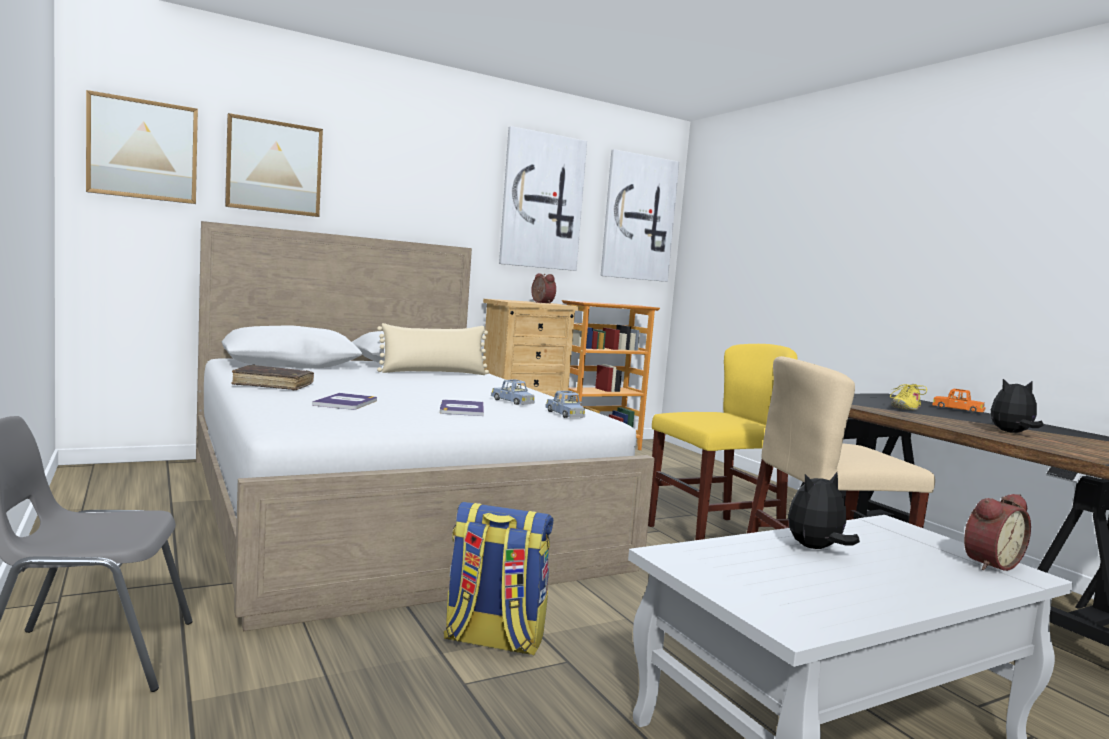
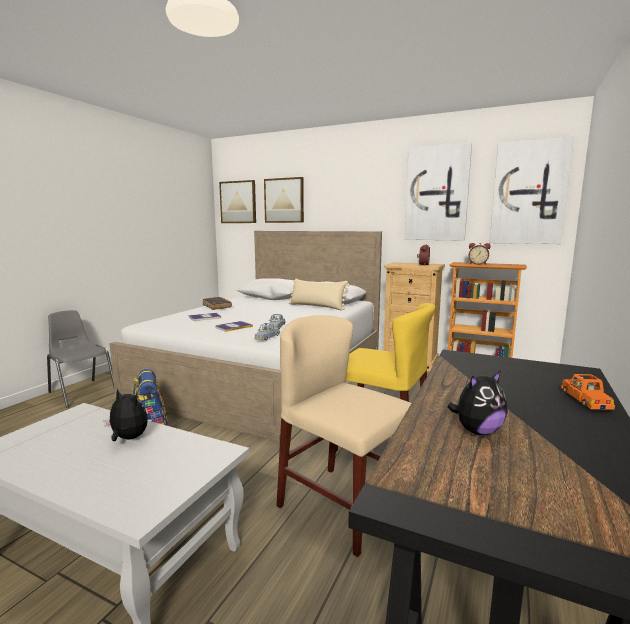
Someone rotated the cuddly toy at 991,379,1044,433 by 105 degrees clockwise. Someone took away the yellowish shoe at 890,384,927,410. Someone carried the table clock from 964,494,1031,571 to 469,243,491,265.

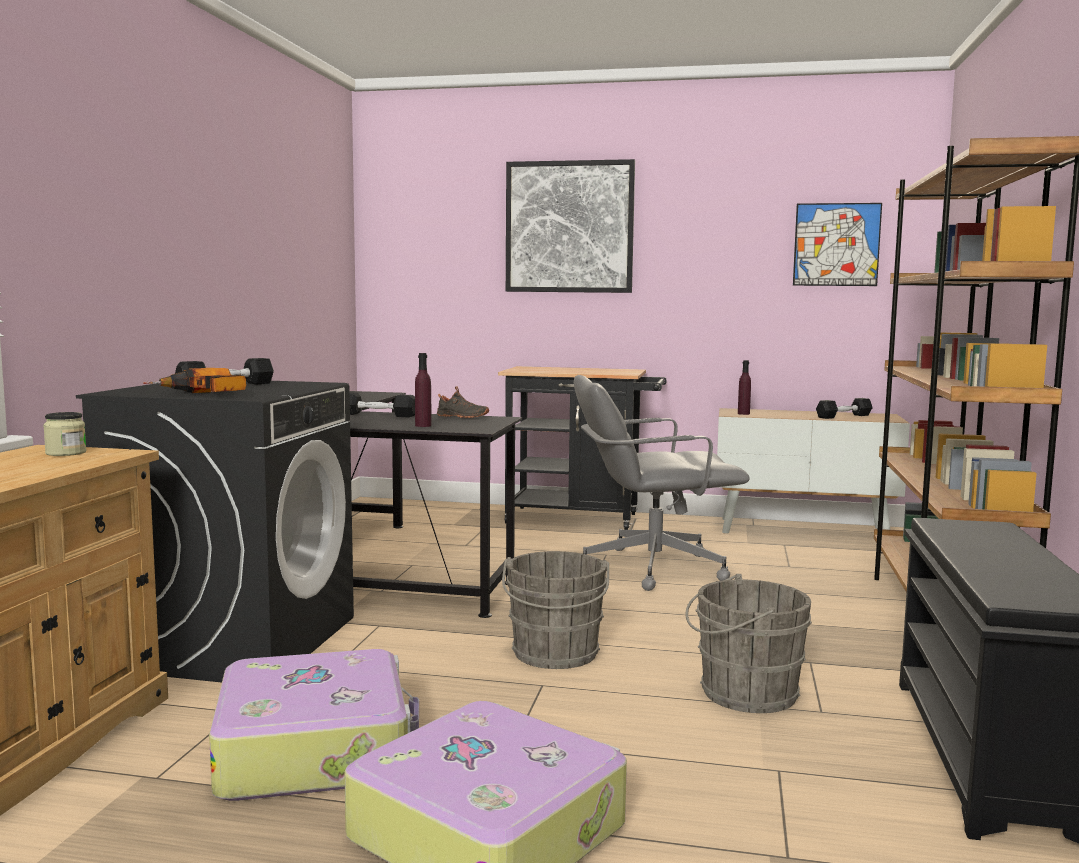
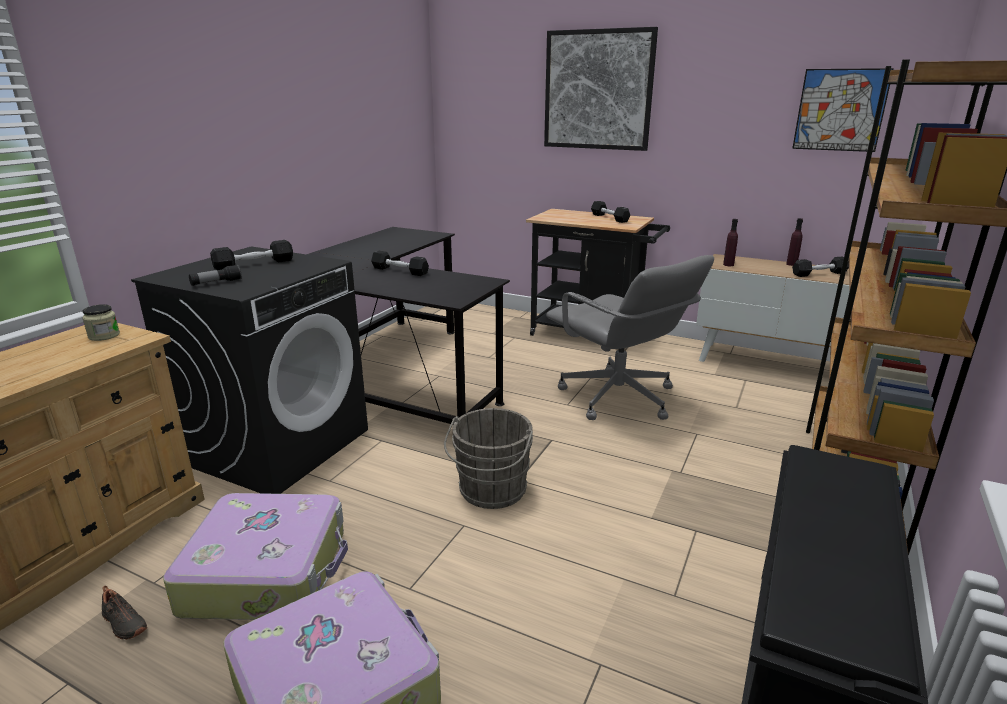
Someone carried the purplish bottle from 415,353,431,427 to 786,218,803,266. Someone swapped the drill at 144,368,246,393 for the flashlight at 189,265,242,286. Someone rotated the gray computer chair at 574,375,750,591 by 135 degrees counterclockwise. Someone carried the black shoe from 437,386,489,418 to 102,586,147,640. Someone took away the gray pail at 685,574,812,713. Someone put down the black dumbbell at 591,201,630,223.

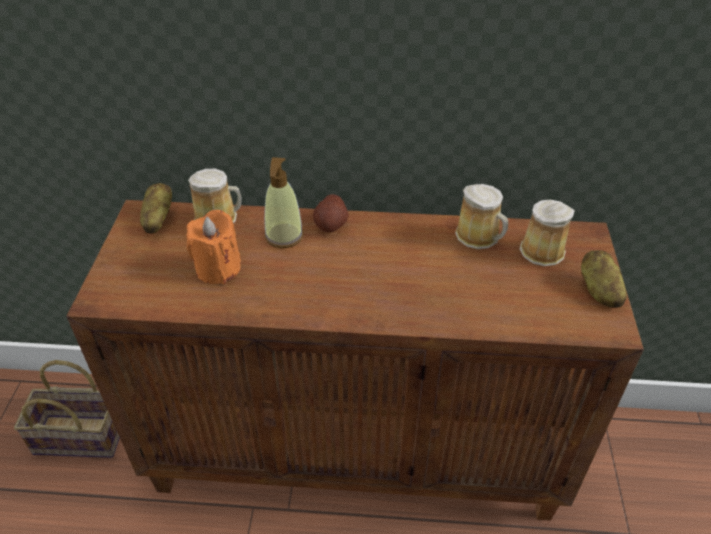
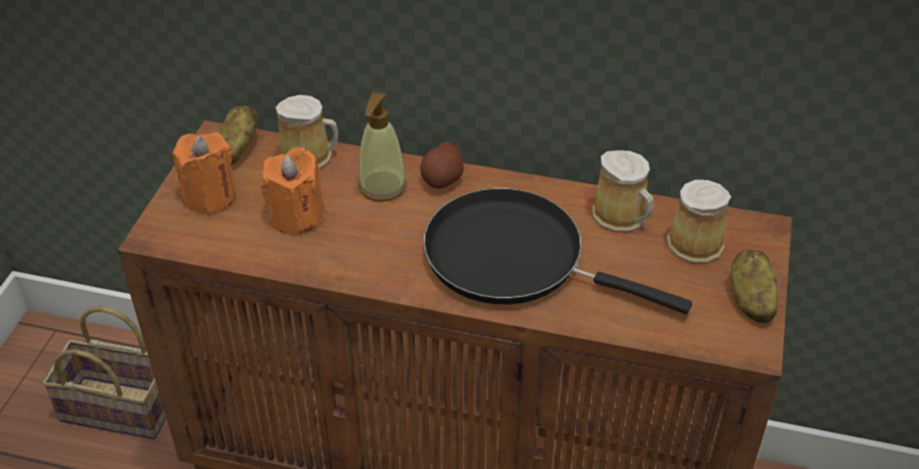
Someone put down the orange-coloured wax candle at 172,132,235,215. Someone put down the black skillet at 423,188,692,314.

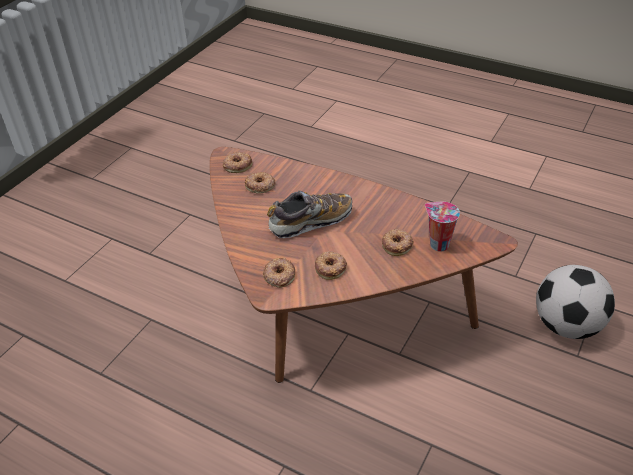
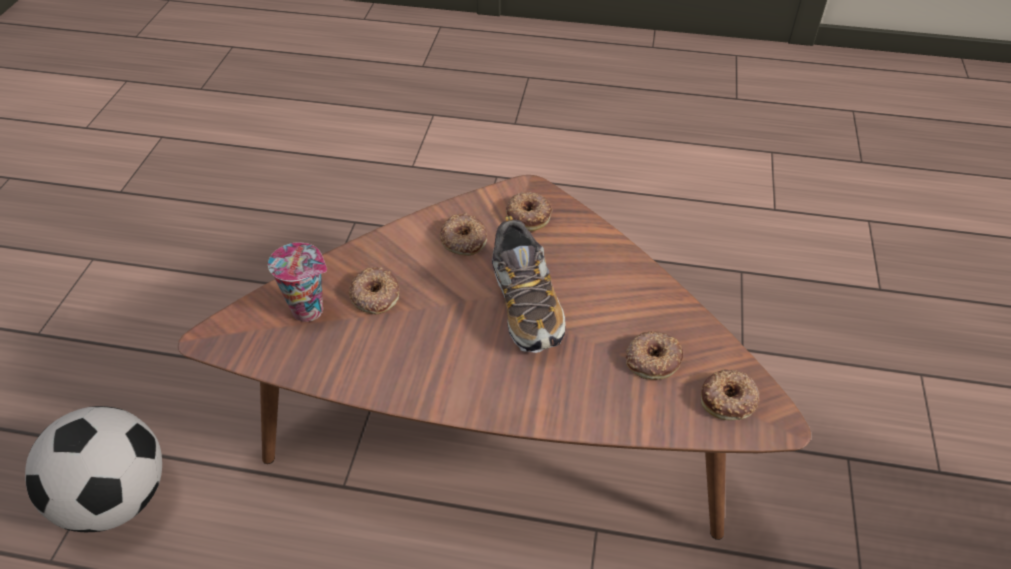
Someone rotated the shoe at 267,190,352,238 by 60 degrees counterclockwise.

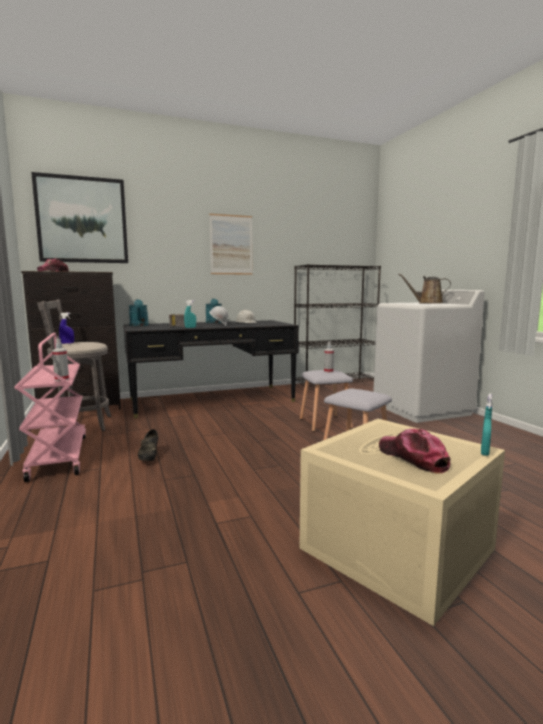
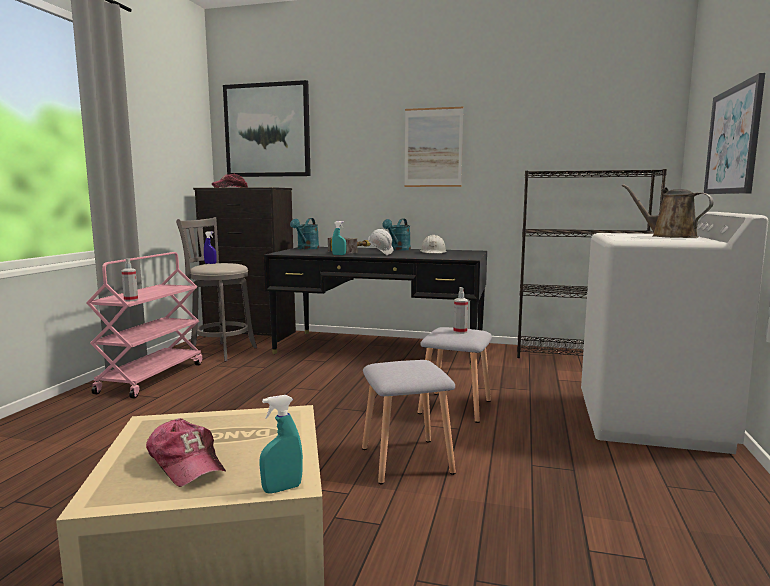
Someone took away the black shoe at 138,429,158,461. Someone rotated the peaked cap at 379,429,450,473 by 135 degrees clockwise. Someone put up the picture at 704,73,765,194.

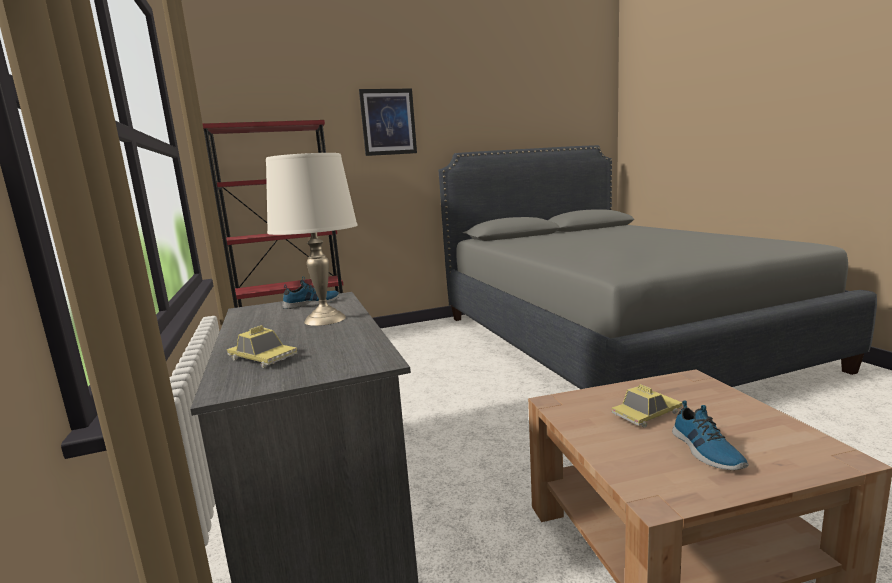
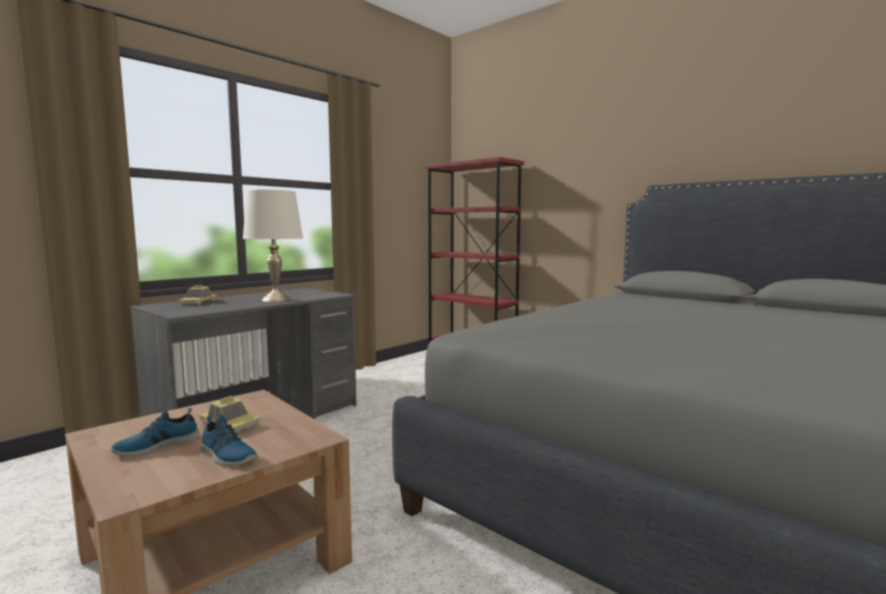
Someone took away the picture at 359,89,417,156. Someone carried the shoe from 282,277,339,309 to 200,414,258,466.

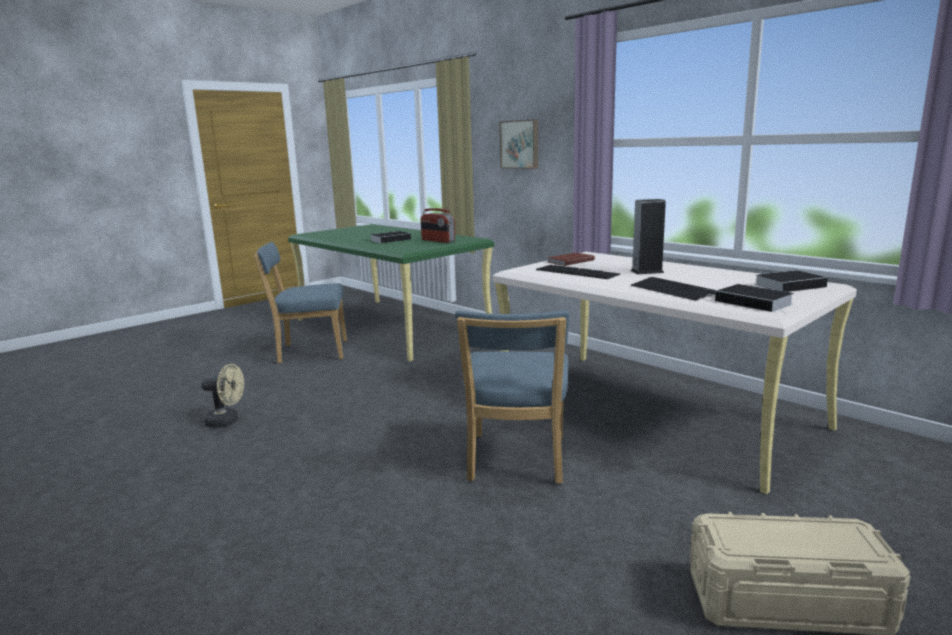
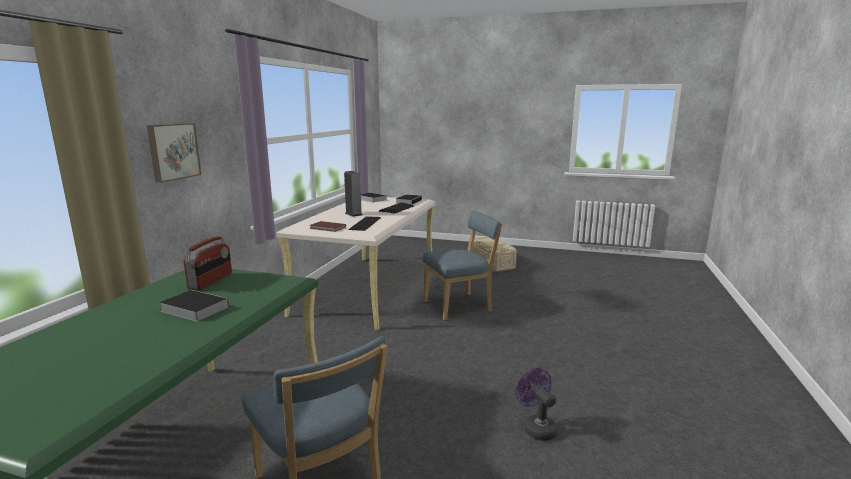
Someone repainted the beige-coloured electric fan at 201,364,244,427, which became the purplish electric fan at 515,367,558,441.

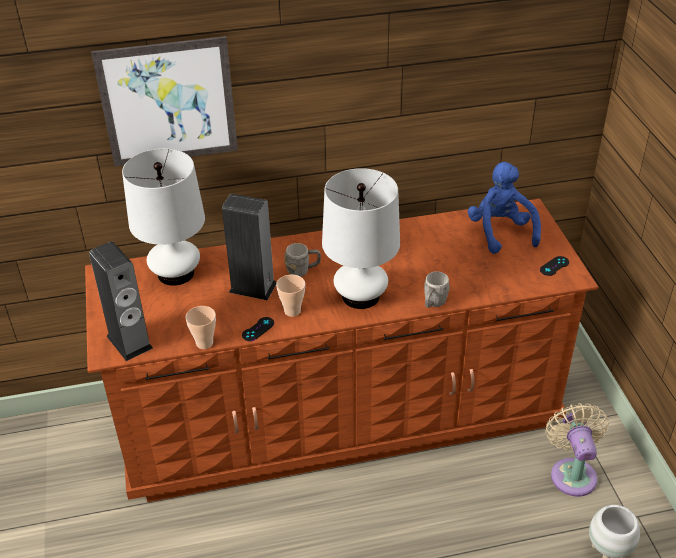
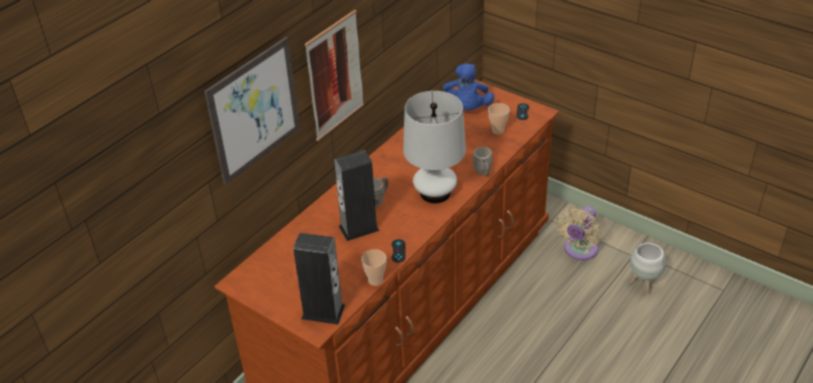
Someone took away the white table lamp at 122,149,205,286. Someone rotated the blue cuddly toy at 468,162,541,254 by 120 degrees counterclockwise. Someone carried the small cup from 276,275,305,317 to 488,103,510,135. Someone rotated the beige-coloured electric fan at 545,403,609,497 by 105 degrees counterclockwise. Someone put up the picture at 305,10,364,141.

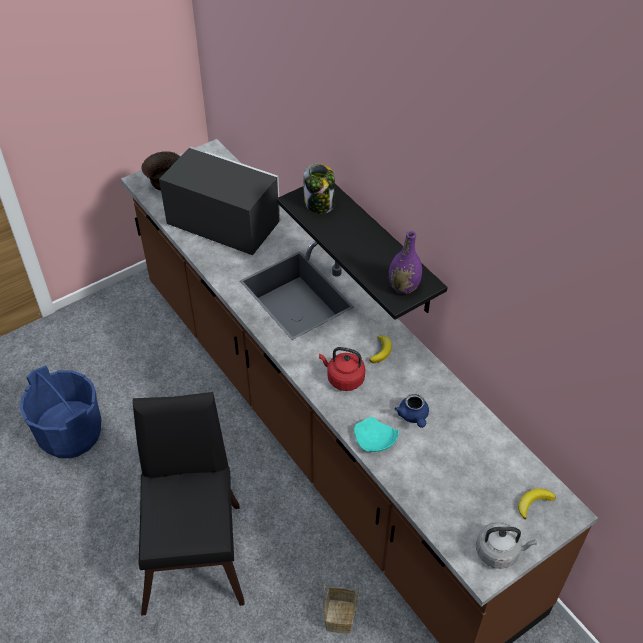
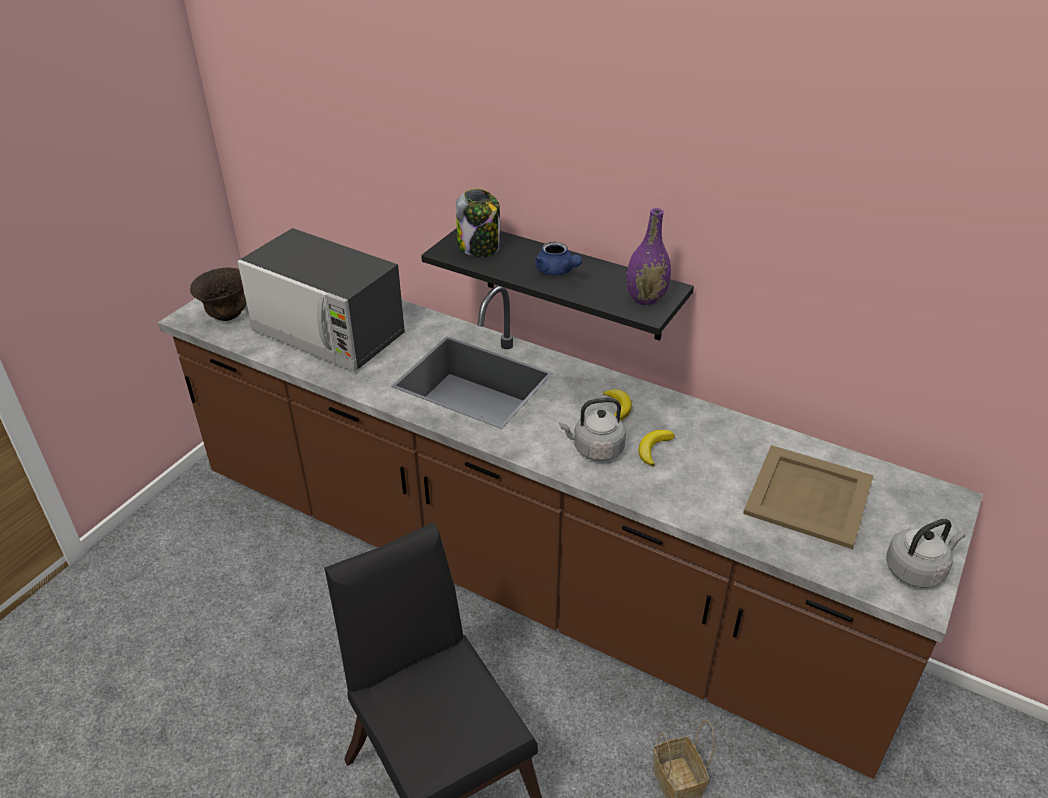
Someone rotated the microwave at 159,146,281,255 by 150 degrees counterclockwise. Someone repainted the red water kettle at 319,347,365,391, which became the gray water kettle at 559,398,626,461. Someone took away the blue pail at 20,365,102,458. Someone carried the blue tea pot from 394,394,429,428 to 535,242,582,275. Someone took away the turquoise-coloured dinner plate at 354,417,399,452. Someone carried the whole banana from 518,489,555,519 to 639,430,675,467. Someone put down the beige-coloured serving tray at 743,445,874,549.

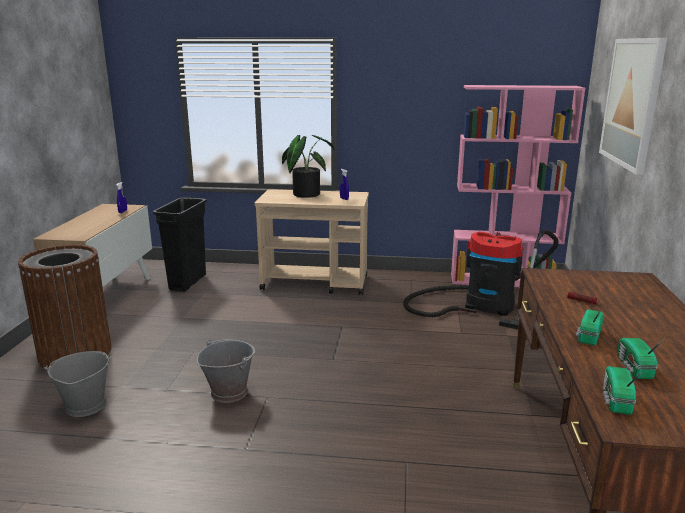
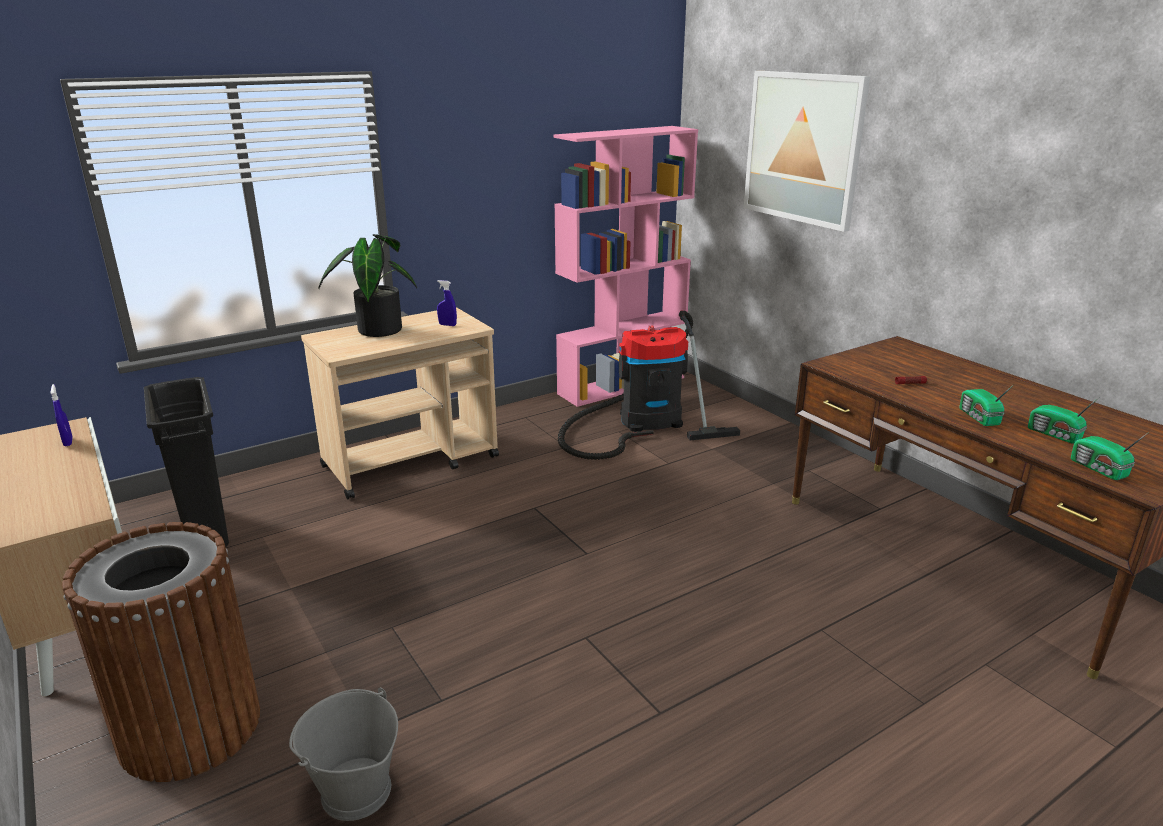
Someone took away the gray pail at 197,339,255,403.

